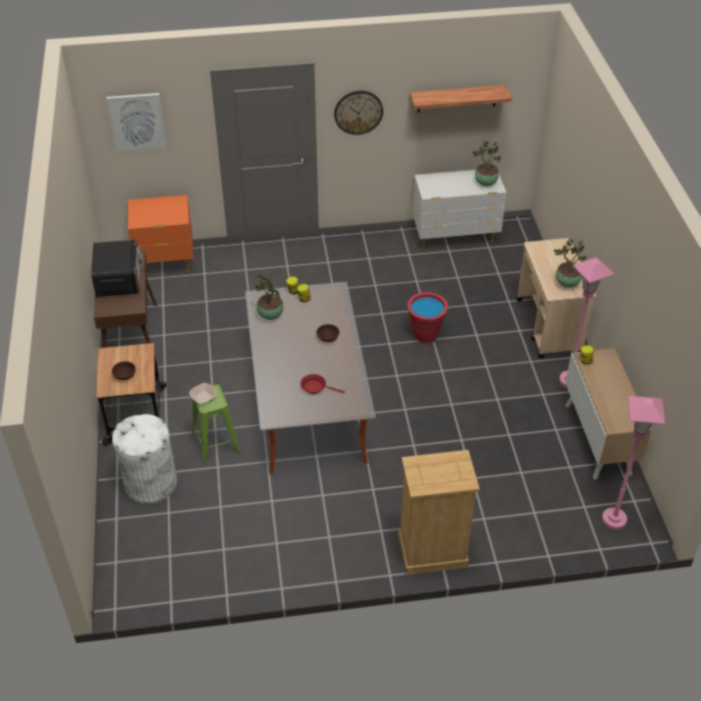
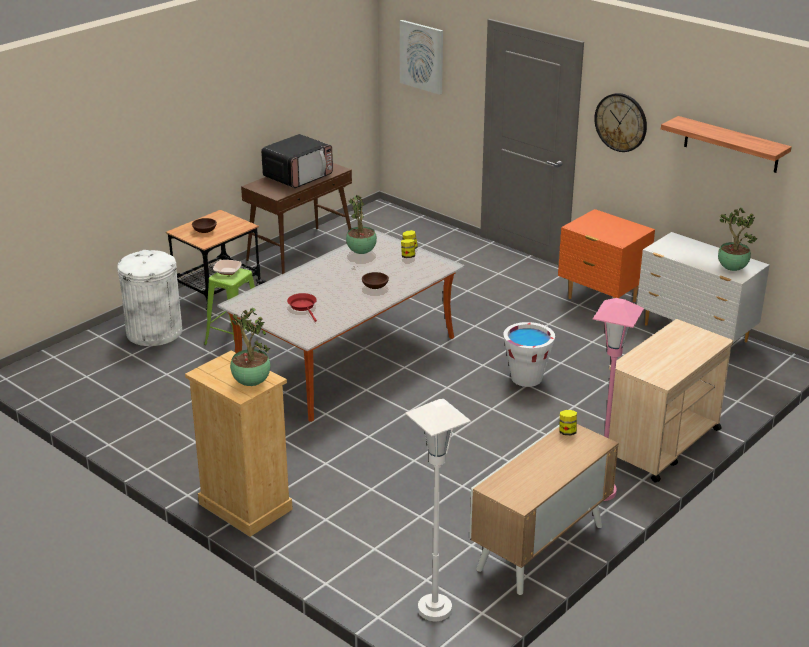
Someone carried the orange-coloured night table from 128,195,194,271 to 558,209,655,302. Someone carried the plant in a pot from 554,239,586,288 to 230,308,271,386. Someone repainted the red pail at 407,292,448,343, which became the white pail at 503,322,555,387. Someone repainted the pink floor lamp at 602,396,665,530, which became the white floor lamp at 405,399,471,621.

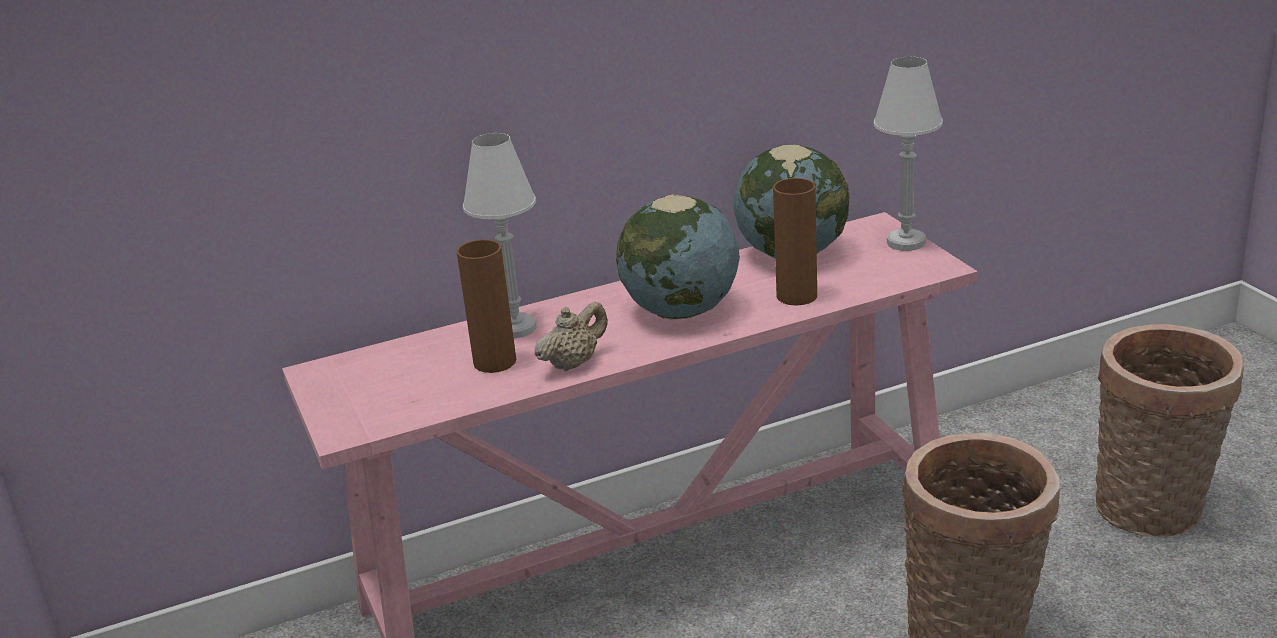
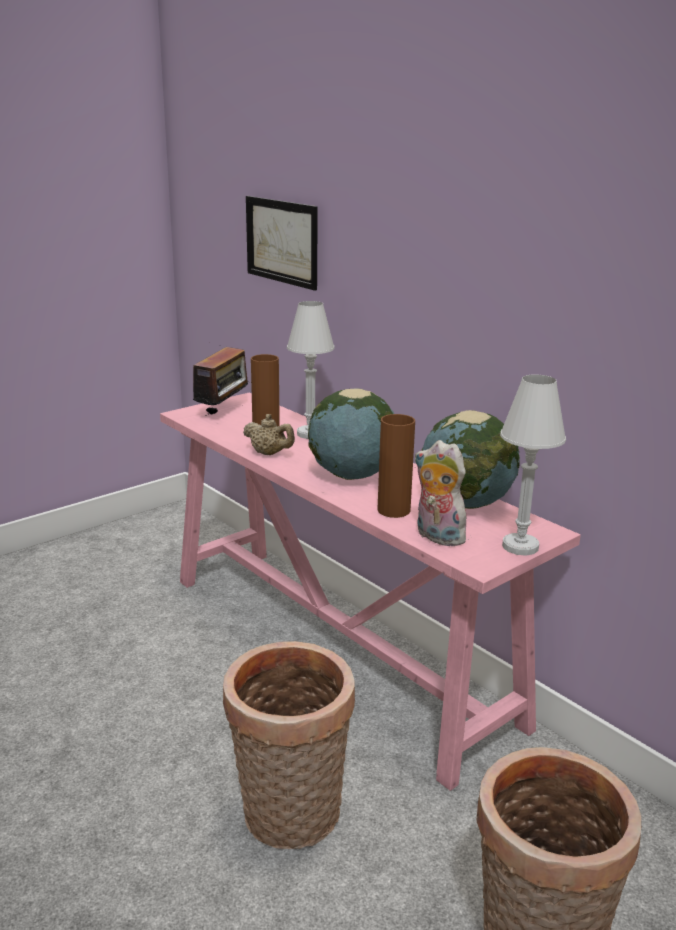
Someone put up the picture at 246,196,318,291. Someone put down the radio at 186,345,249,416. Someone put down the cuddly toy at 414,440,466,546.

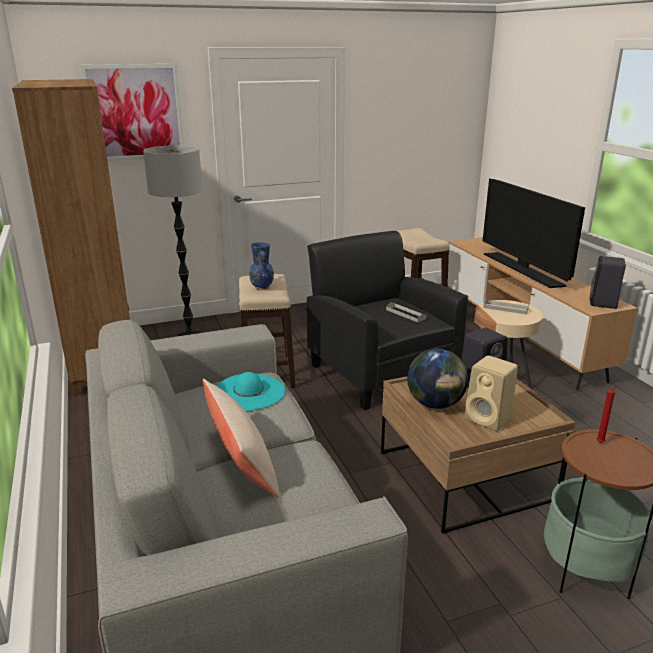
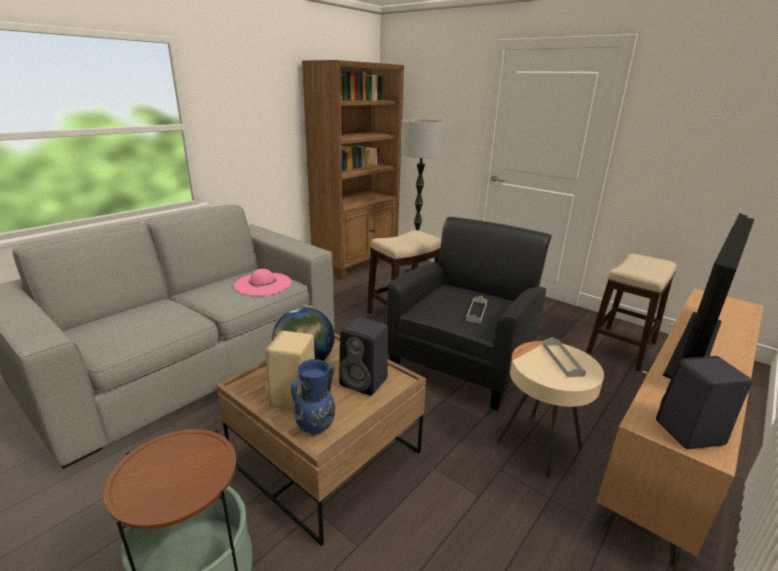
Someone took away the picture at 80,64,184,161. Someone carried the blue vase from 249,242,274,289 to 291,359,335,435. Someone repainted the turquoise-coloured hat at 216,372,285,411, which became the pink hat at 233,269,291,296. Someone took away the beige-coloured pillow at 203,379,281,498. Someone took away the red wax candle at 596,388,615,443.

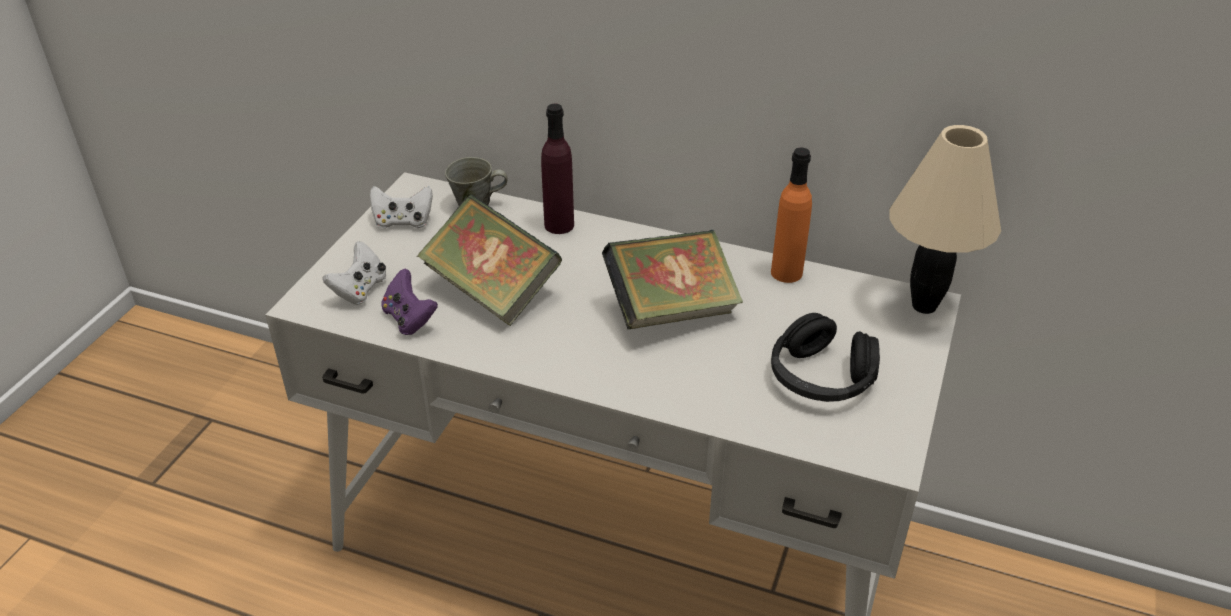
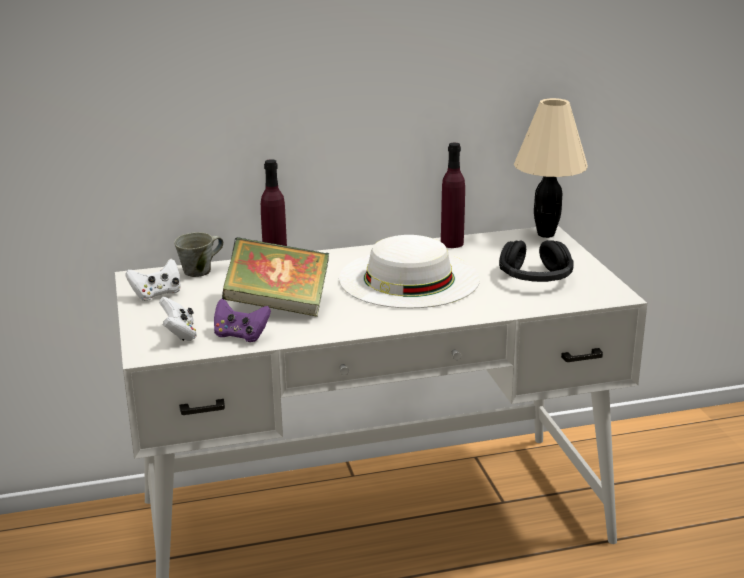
Someone repainted the orange-coloured bottle at 771,148,812,283, which became the purplish bottle at 441,143,465,248. Someone swapped the book at 602,230,743,329 for the white hat at 339,235,480,308.

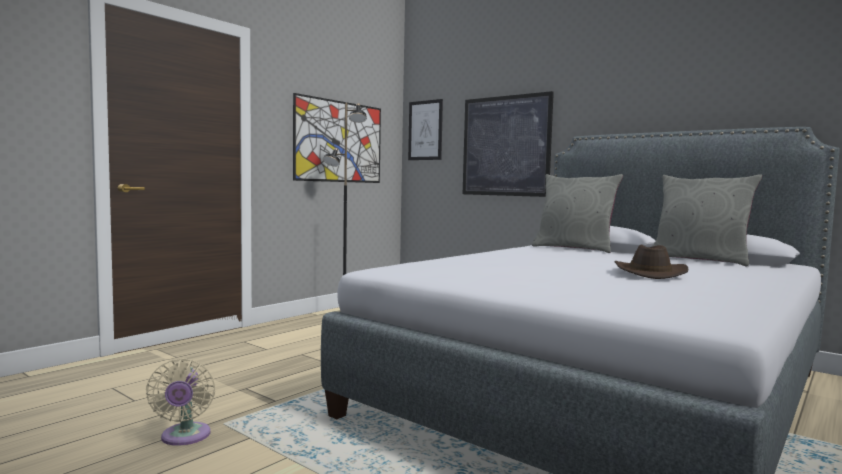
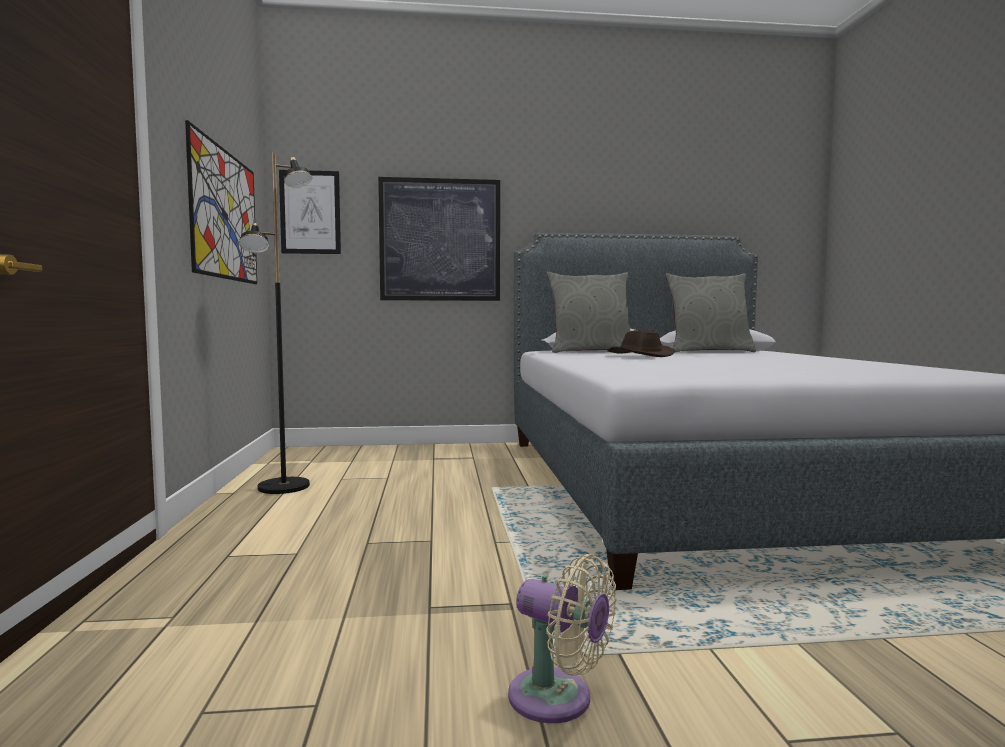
Someone carried the brownish hat from 615,244,689,279 to 607,330,675,357.

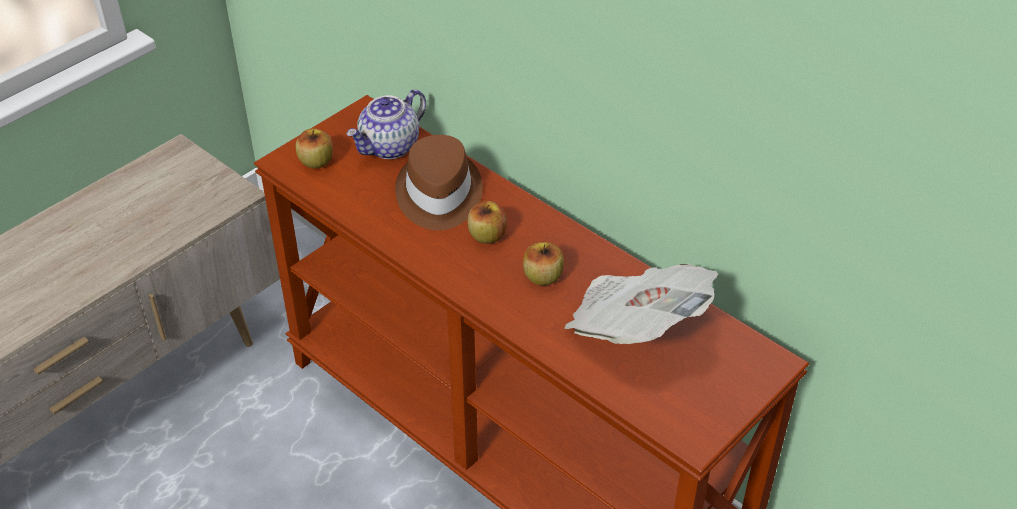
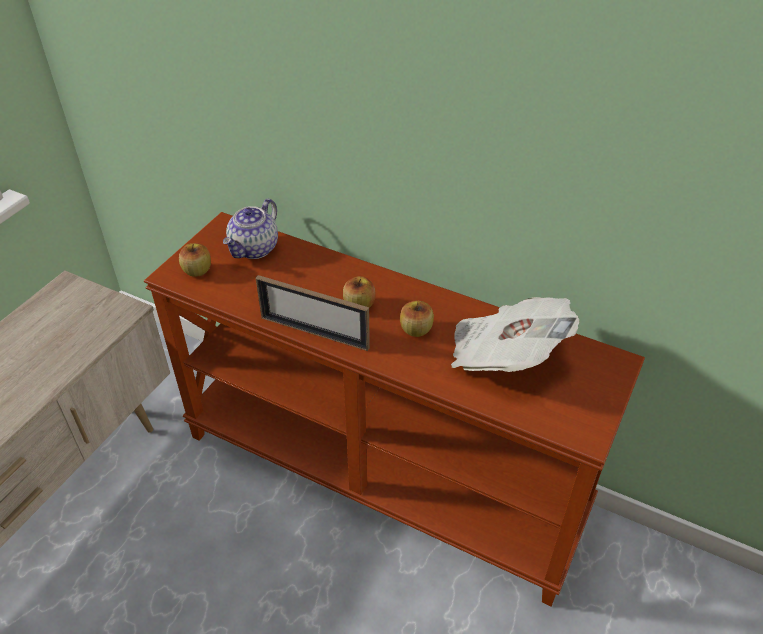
Someone took away the brownish hat at 395,135,483,230. Someone put down the standing frame at 256,275,370,351.

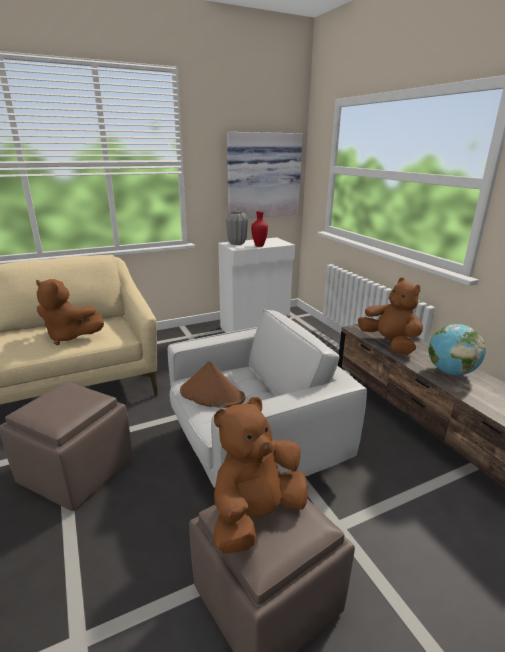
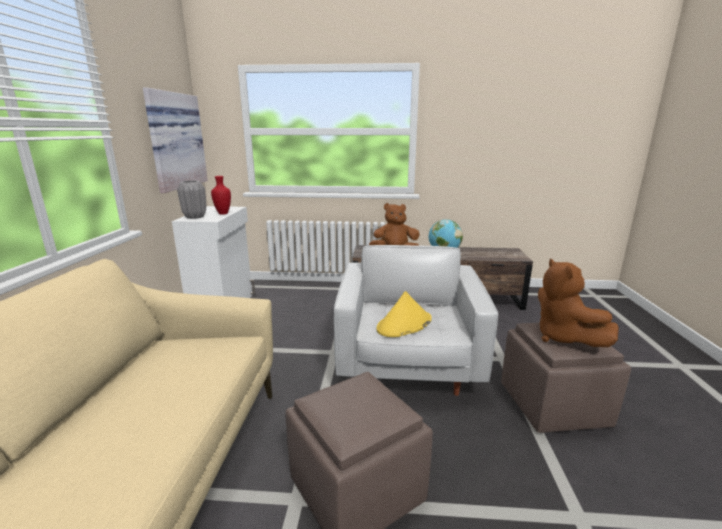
Someone took away the brownish cuddly toy at 36,279,104,345. Someone repainted the brownish hat at 180,361,245,408, which became the yellowish hat at 376,291,432,337.

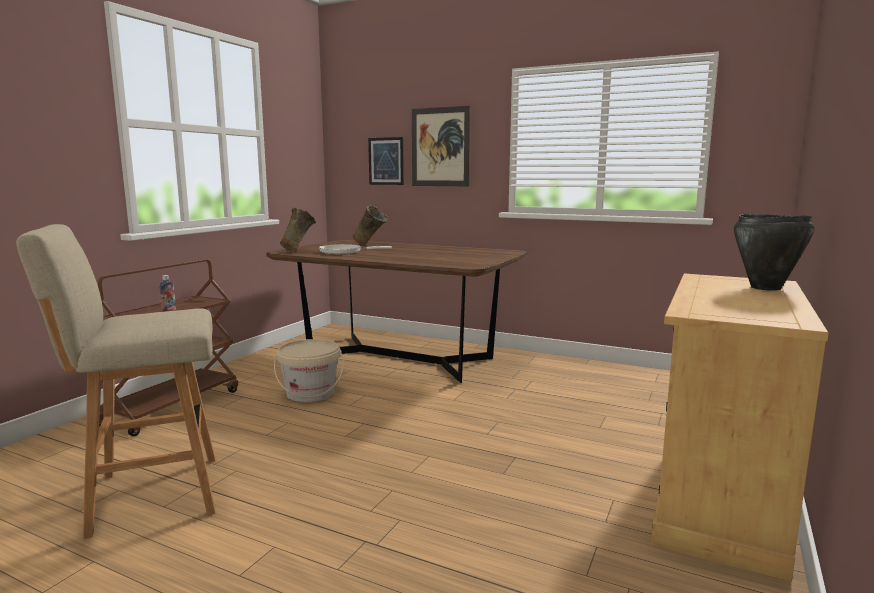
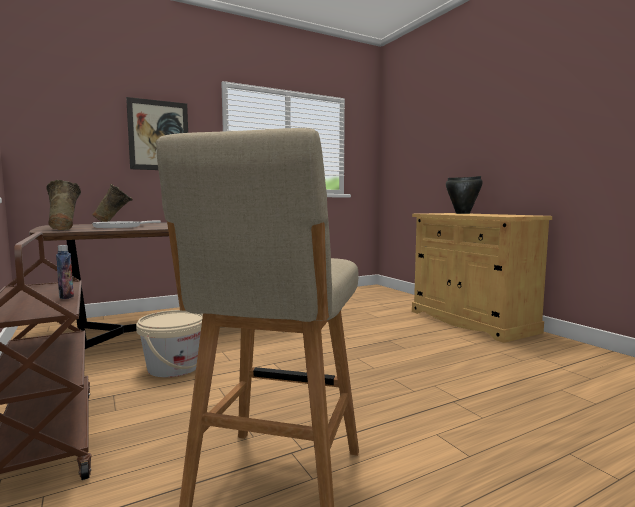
Someone took away the picture at 368,137,404,185.

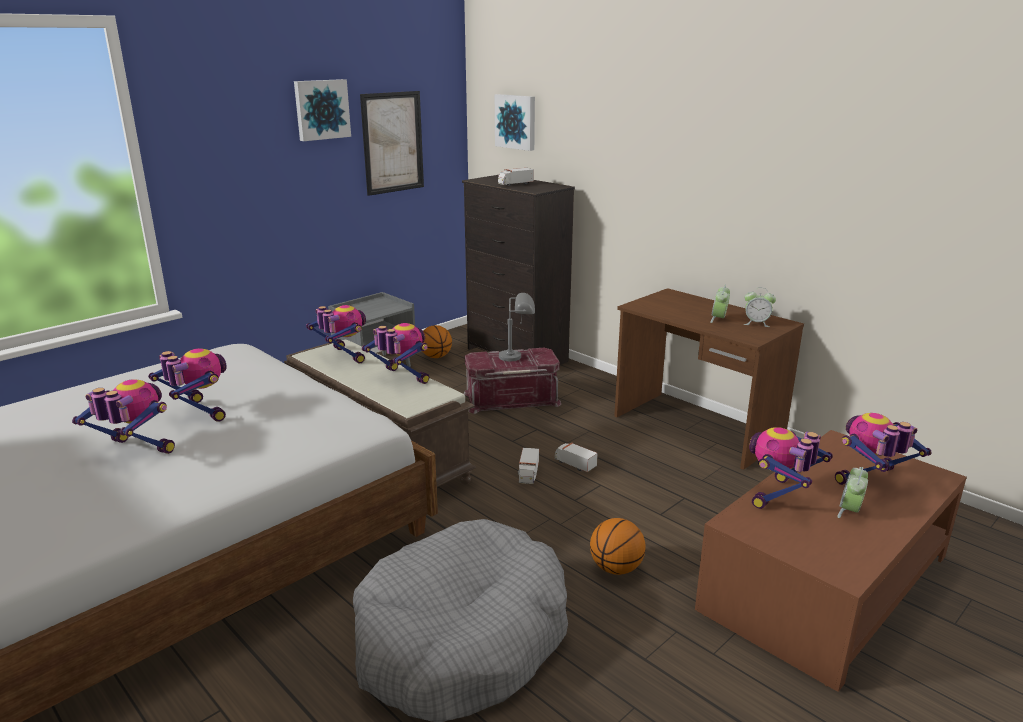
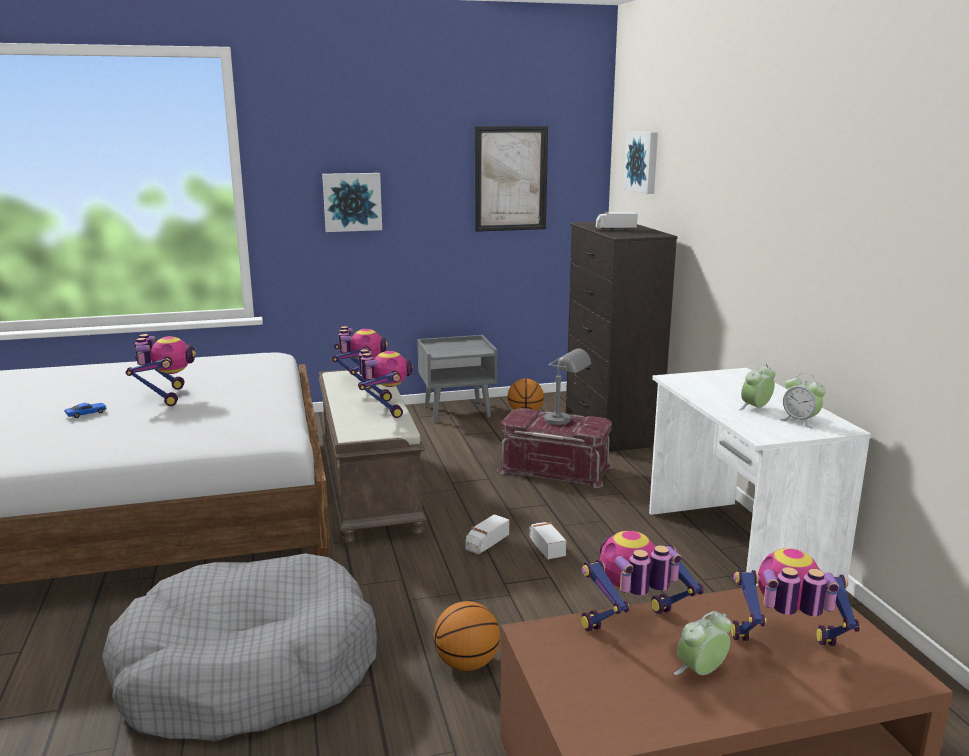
Someone carried the picture from 294,79,351,141 to 322,173,382,232. Someone repainted the brownish desk at 614,288,804,470, which became the white desk at 649,368,871,589. Someone swapped the toy robot at 72,379,175,454 for the model car at 65,403,107,418.

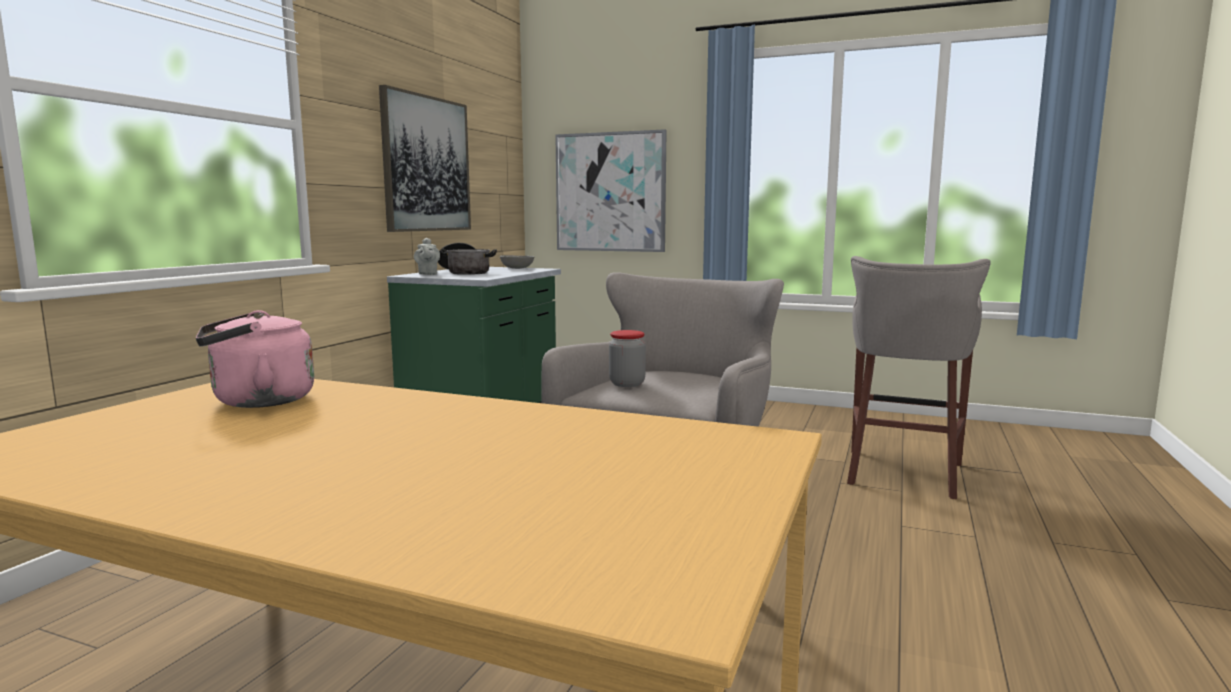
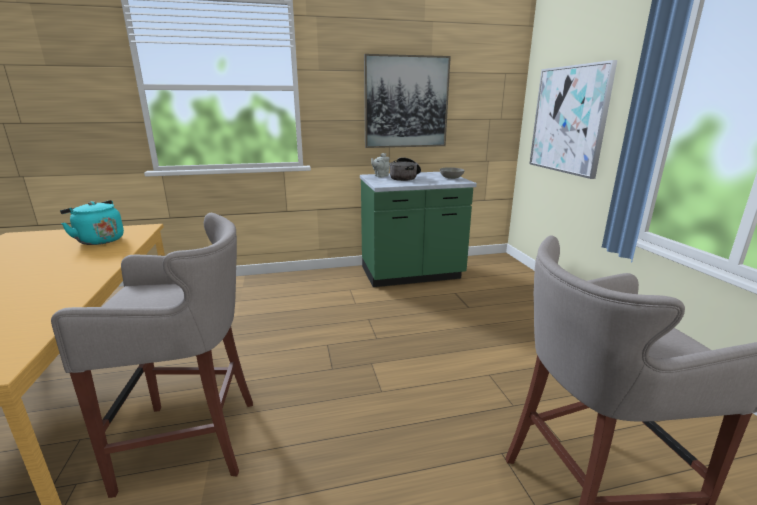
Someone repainted the pink water kettle at 196,310,314,408, which became the turquoise-coloured water kettle at 60,200,124,245. Someone took away the storage jar at 609,330,646,387.

